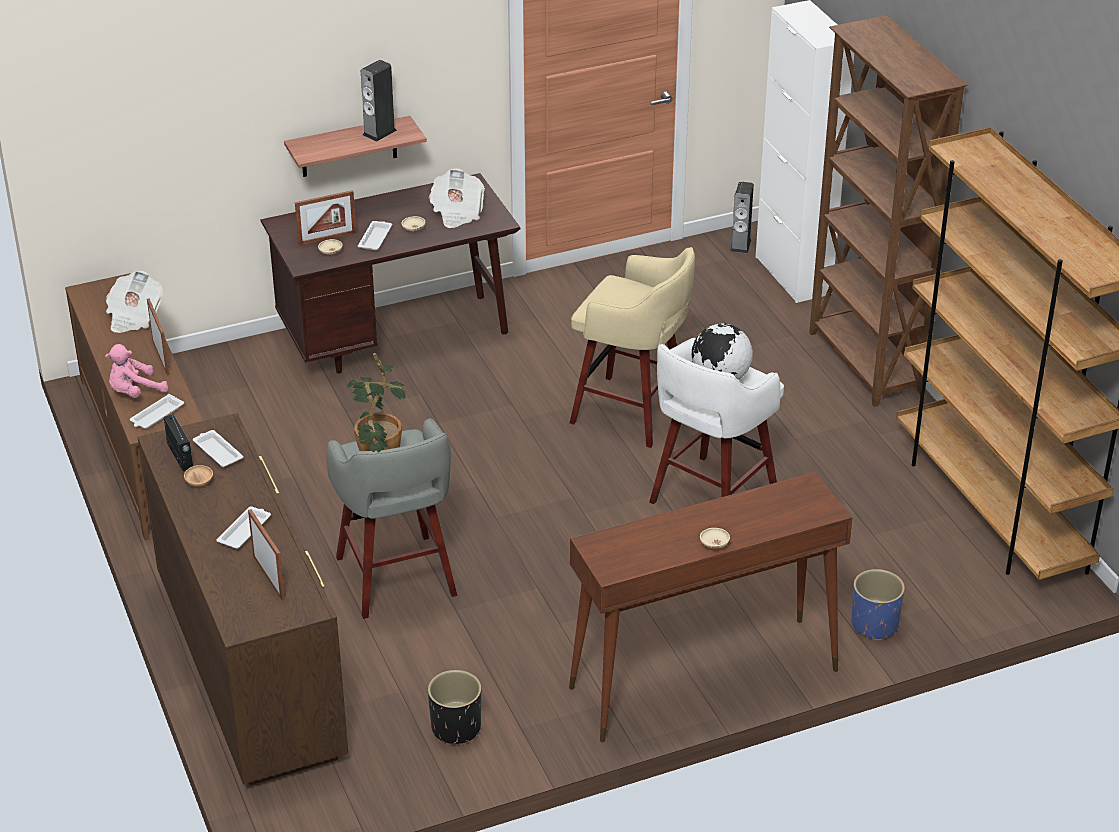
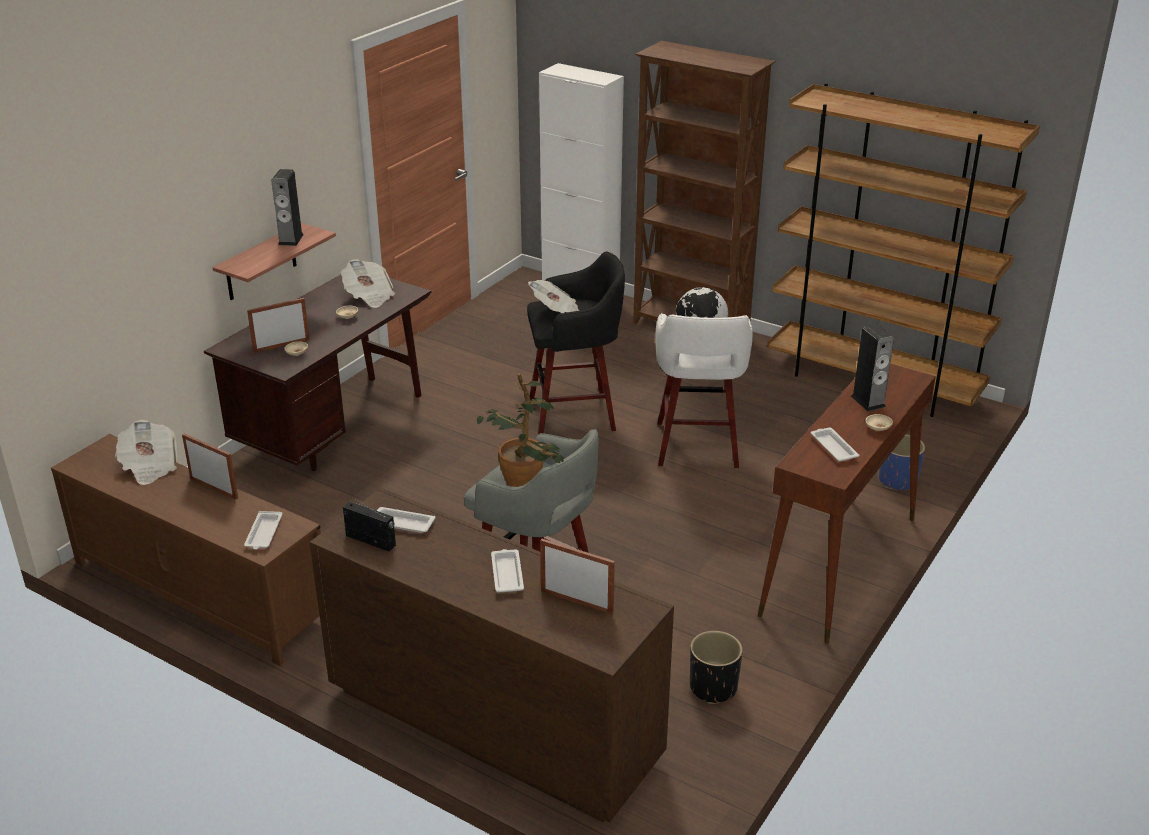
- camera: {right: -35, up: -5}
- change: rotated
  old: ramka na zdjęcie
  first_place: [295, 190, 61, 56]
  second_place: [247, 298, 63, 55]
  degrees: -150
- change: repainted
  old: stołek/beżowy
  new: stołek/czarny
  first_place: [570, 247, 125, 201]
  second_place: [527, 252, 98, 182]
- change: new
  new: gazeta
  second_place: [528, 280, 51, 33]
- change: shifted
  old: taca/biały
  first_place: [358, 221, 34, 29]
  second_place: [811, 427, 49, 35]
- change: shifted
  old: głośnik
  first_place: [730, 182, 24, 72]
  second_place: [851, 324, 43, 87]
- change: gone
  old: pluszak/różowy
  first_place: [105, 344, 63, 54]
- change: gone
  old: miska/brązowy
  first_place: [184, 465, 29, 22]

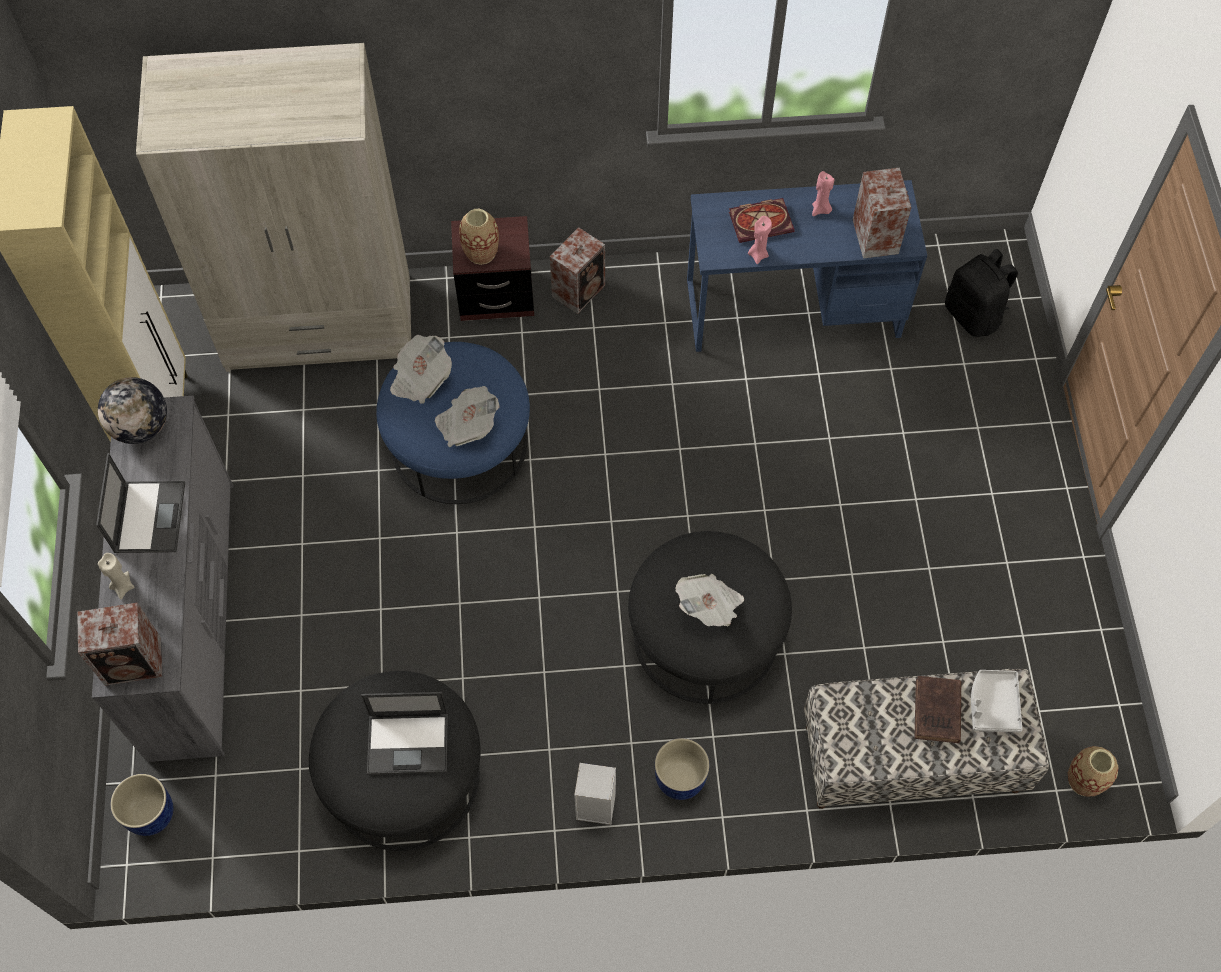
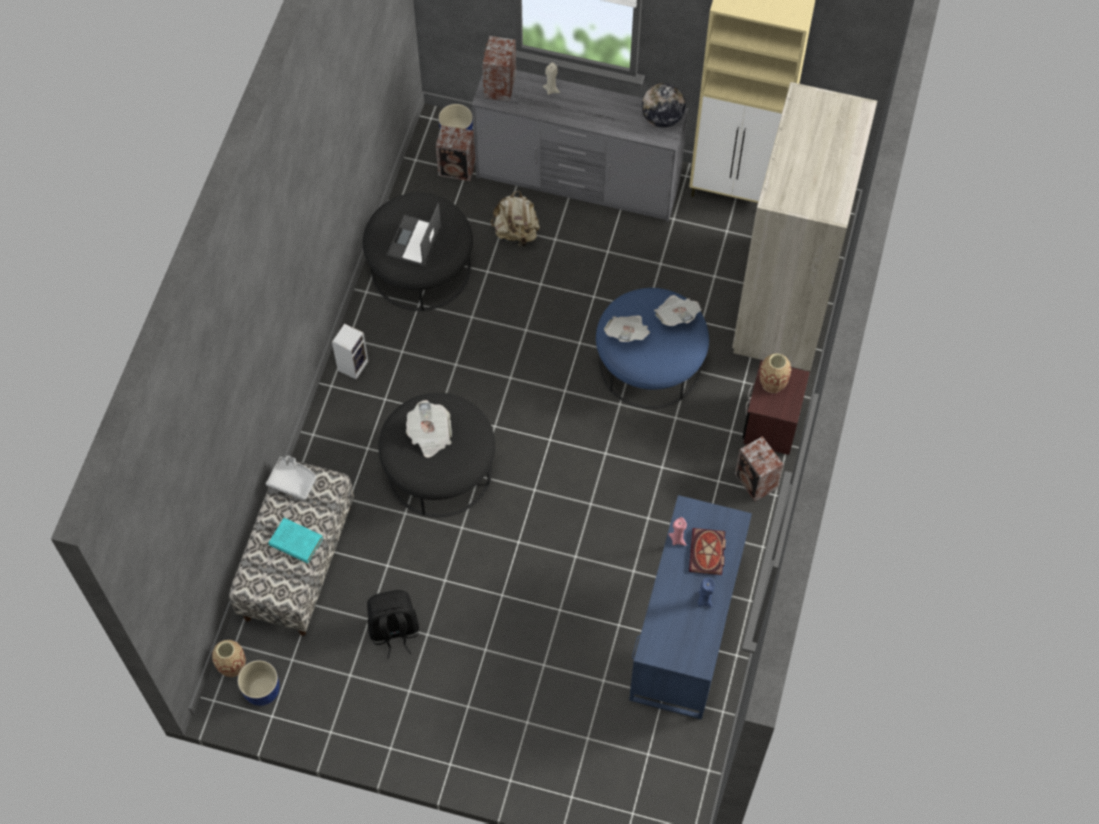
- camera: {right: 110, up: 0}
- change: shifted
  old: donica/niebieski
  first_place: [655, 738, 54, 62]
  second_place: [238, 660, 42, 46]
- change: shifted
  old: taca/szary
  first_place: [971, 670, 52, 62]
  second_place: [266, 456, 51, 44]
- change: repainted
  old: książka/brązowy
  new: książka/turkusowy
  first_place: [915, 676, 46, 67]
  second_place: [268, 518, 55, 45]
- change: shifted
  old: plecak/czarny
  first_place: [945, 249, 73, 88]
  second_place: [367, 590, 52, 69]
- change: shifted
  old: głośnik
  first_place: [853, 168, 58, 90]
  second_place: [436, 125, 40, 56]
- change: new
  new: plecak/beżowy
  second_place: [490, 191, 50, 56]
- change: repainted
  old: świeca/różowy
  new: świeca/niebieski
  first_place: [812, 171, 23, 45]
  second_place: [697, 578, 18, 30]
- change: gone
  old: laptop
  first_place: [96, 453, 89, 100]

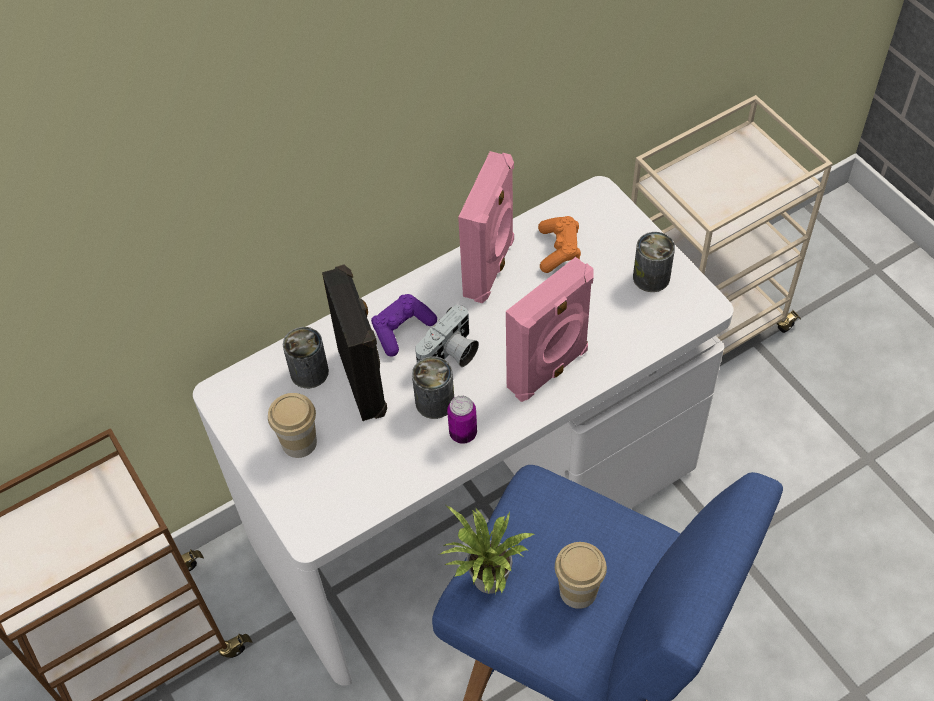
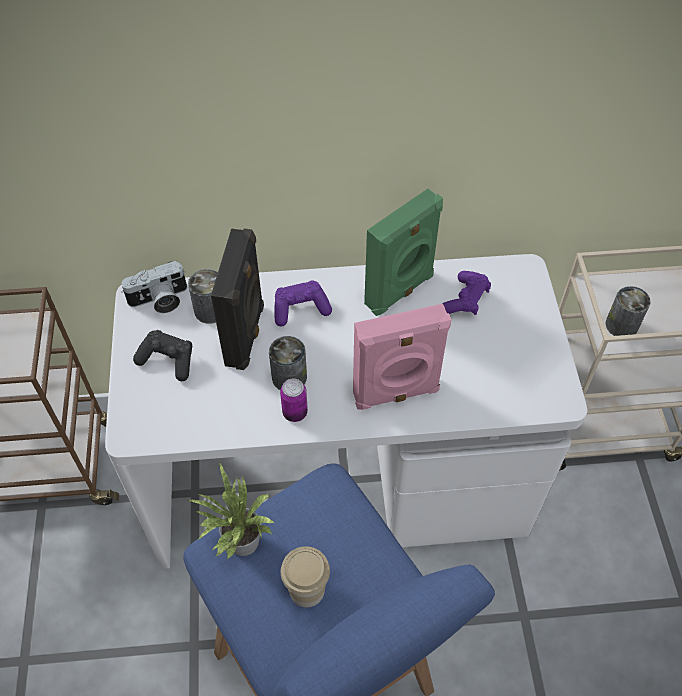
- camera: {right: 25, up: 0}
- change: shifted
  old: aparat fotograficzny
  first_place: [415, 305, 64, 62]
  second_place: [121, 261, 66, 52]
- change: swapped
  old: filiżanka
  new: pad do gier/czarny
  first_place: [268, 393, 49, 65]
  second_place: [133, 330, 59, 51]
- change: repainted
  old: głośnik/różowy
  new: głośnik/zielony
  first_place: [458, 151, 56, 152]
  second_place: [364, 189, 79, 127]
- change: repainted
  old: pad do gier/pomarańczowy
  new: pad do gier/fioletowy
  first_place: [538, 216, 43, 57]
  second_place: [442, 271, 49, 44]
- change: shifted
  old: puszka
  first_place: [633, 232, 42, 60]
  second_place: [606, 286, 45, 50]

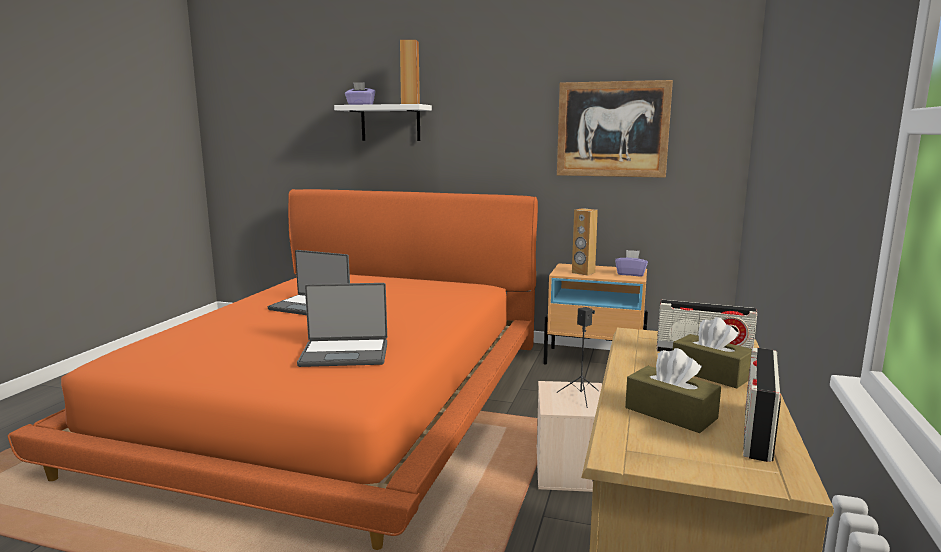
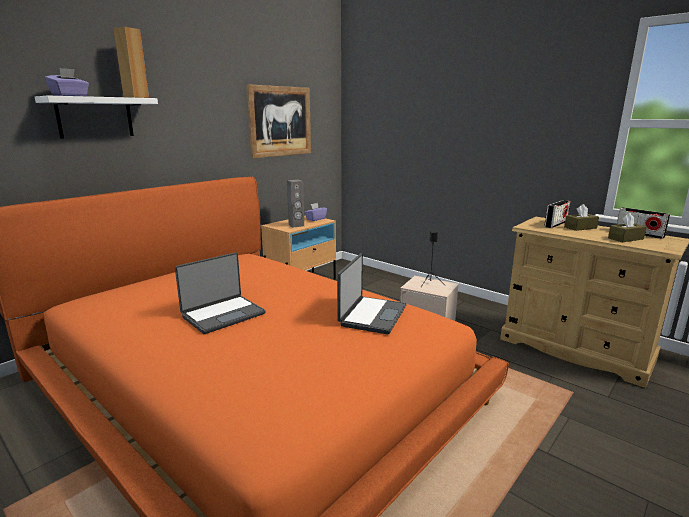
- camera: {right: -65, up: 5}
- change: repainted
  old: głośnik/brązowy
  new: głośnik/szary
  first_place: [572, 208, 26, 68]
  second_place: [287, 180, 17, 48]

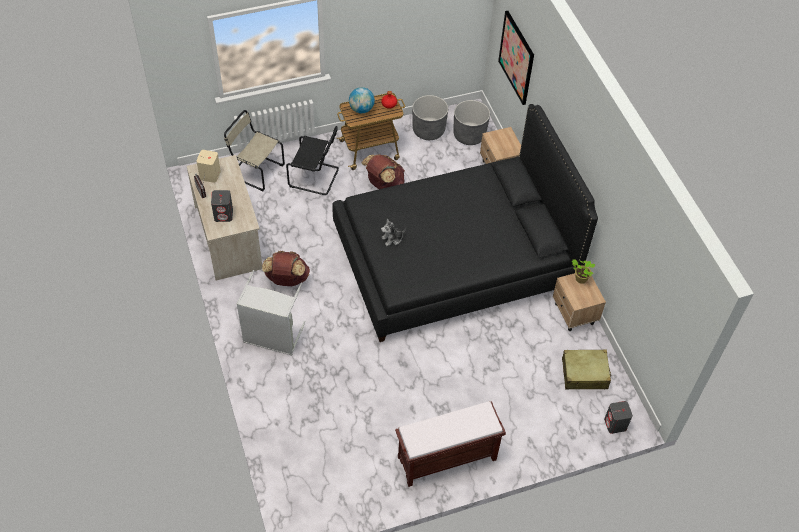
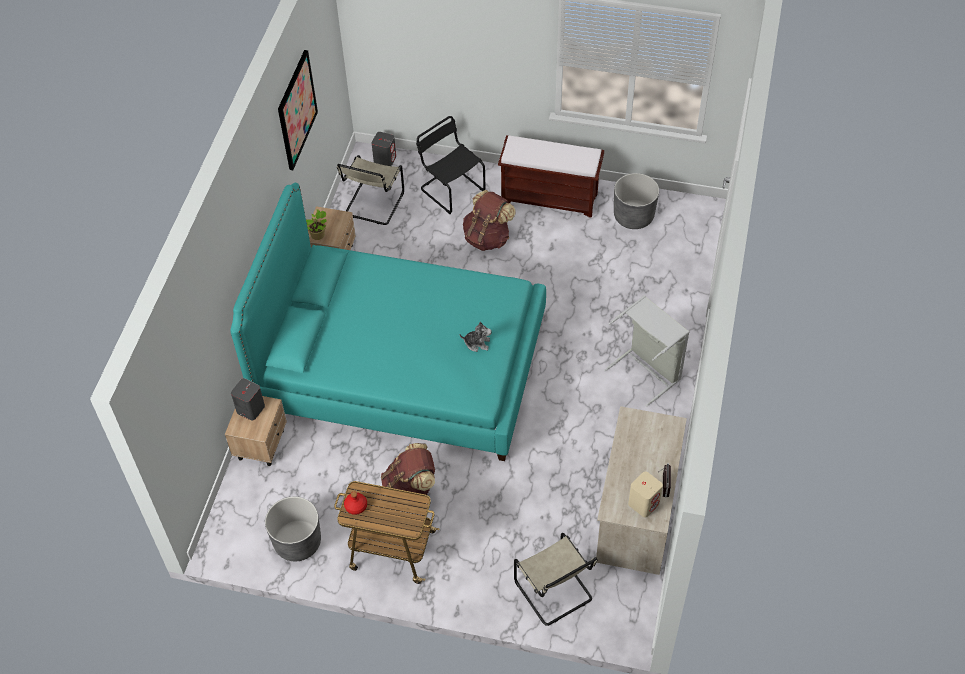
- camera: {right: -145, up: 0}
- change: repainted
  old: łóżko/czarny
  new: łóżko/turkusowy
  first_place: [333, 104, 265, 238]
  second_place: [230, 183, 316, 278]
- change: shifted
  old: głośnik/szary
  first_place: [211, 190, 22, 32]
  second_place: [231, 378, 34, 43]
- change: shifted
  old: obraz
  first_place: [498, 11, 36, 94]
  second_place: [278, 50, 40, 120]
- change: swapped
  old: walizka/beżowy
  new: krzesło/beżowy
  first_place: [562, 350, 49, 40]
  second_place: [337, 155, 67, 70]
- change: shifted
  old: krzesło/czarny
  first_place: [286, 126, 53, 69]
  second_place: [416, 116, 70, 98]
- change: shifted
  old: plecak/brązowy
  first_place: [262, 251, 48, 35]
  second_place: [463, 190, 52, 61]
- change: shifted
  old: donica/szary
  first_place: [454, 100, 36, 45]
  second_place: [614, 173, 45, 56]
- change: gone
  old: globus
  first_place: [349, 87, 26, 26]

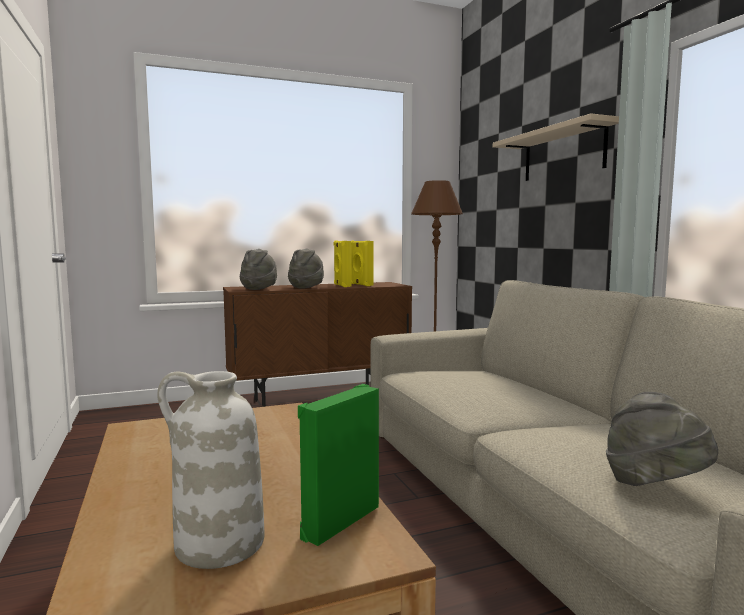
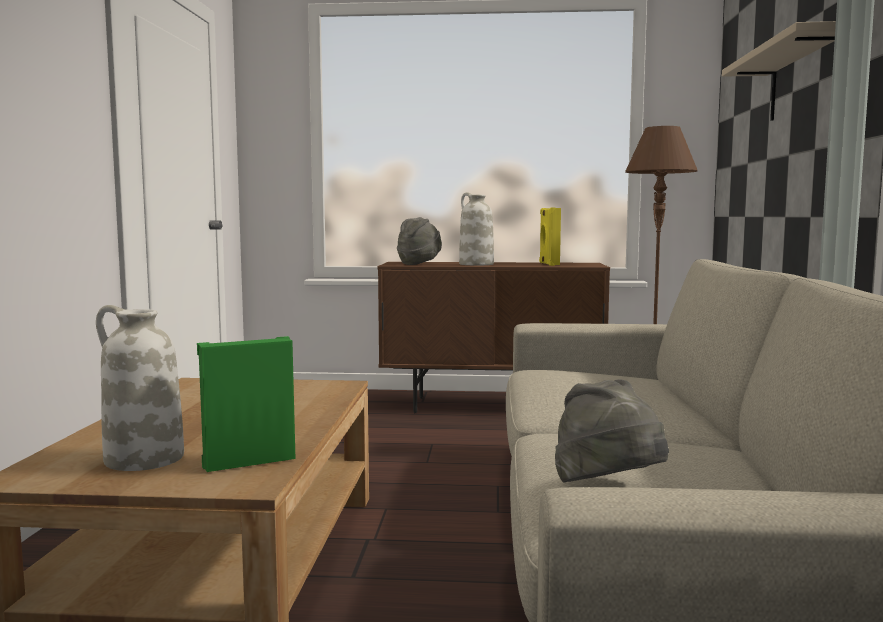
- camera: {right: 25, up: 0}
- change: swapped
  old: kapelusz/szary
  new: wazon/biały
  first_place: [288, 249, 36, 40]
  second_place: [459, 192, 35, 73]
- change: gone
  old: głośnik/żółty
  first_place: [334, 241, 18, 46]

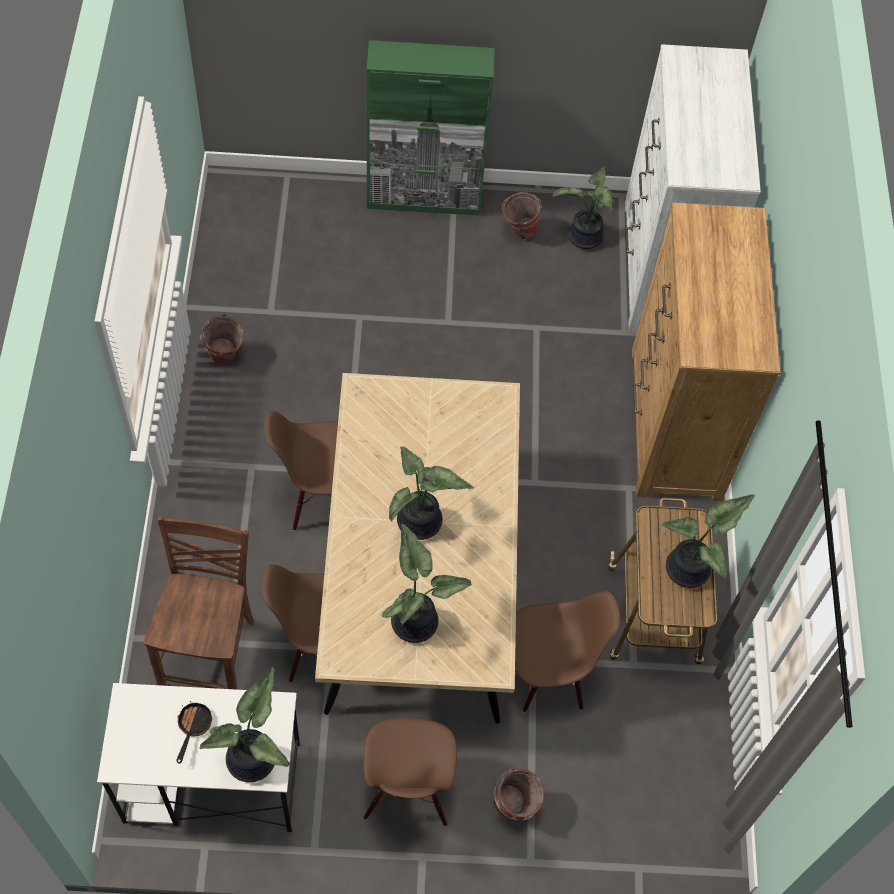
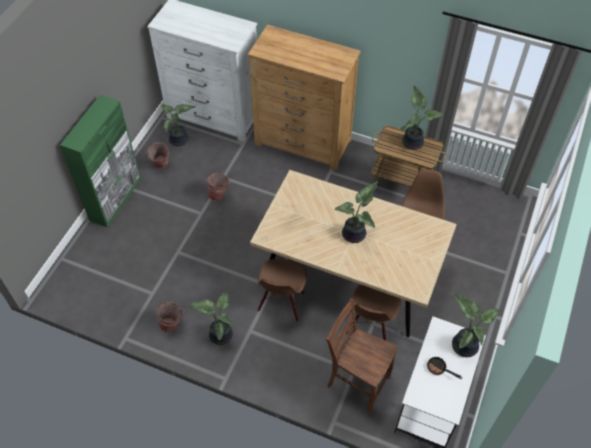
- camera: {right: -65, up: -5}
- change: shifted
  old: roślina doniczkowa
  first_place: [382, 524, 90, 119]
  second_place: [187, 292, 47, 53]
- change: shifted
  old: wiadro
  first_place: [493, 768, 52, 52]
  second_place: [206, 173, 24, 28]
- change: gone
  old: krzesło/brązowy
  first_place: [364, 718, 93, 108]

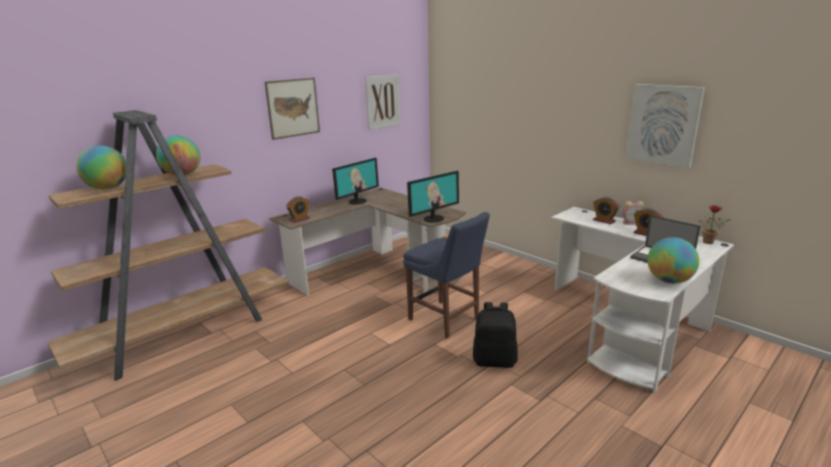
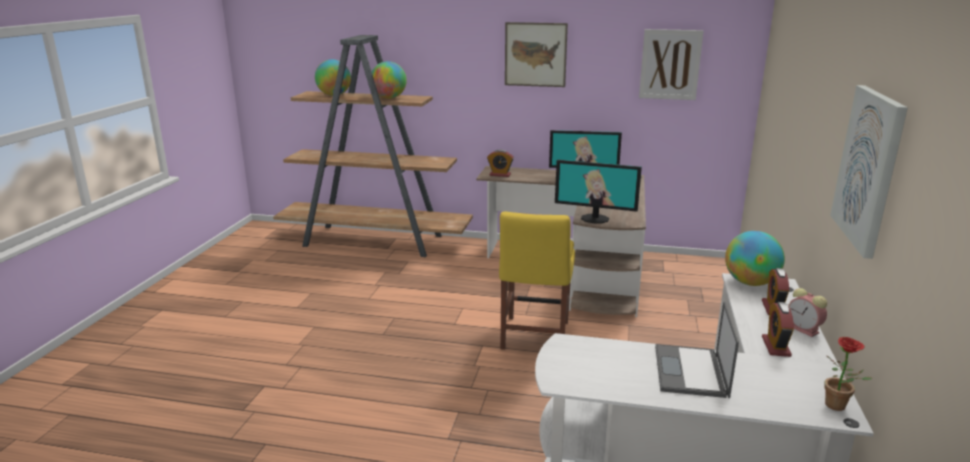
- camera: {right: 55, up: 0}
- change: repainted
  old: krzesło/niebieski
  new: krzesło/żółty
  first_place: [403, 212, 87, 126]
  second_place: [499, 212, 76, 138]
- change: shifted
  old: globus
  first_place: [647, 237, 52, 47]
  second_place: [725, 231, 60, 55]
- change: gone
  old: plecak/czarny
  first_place: [473, 302, 45, 66]

